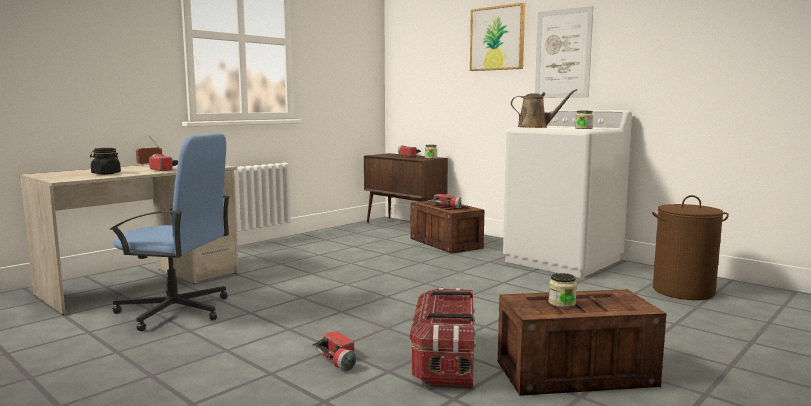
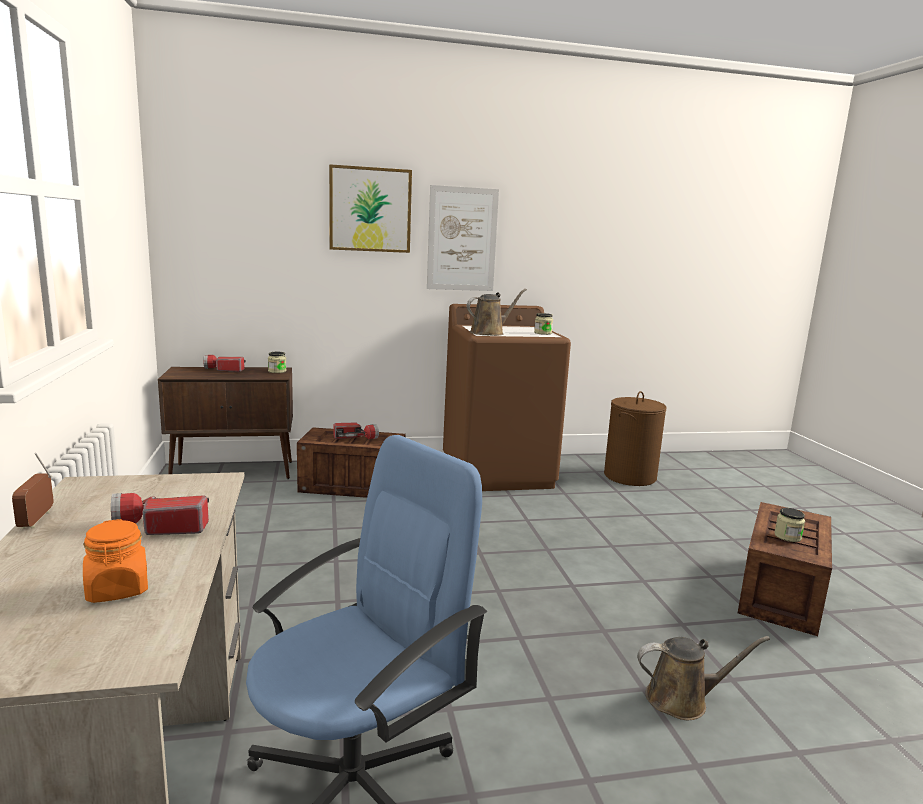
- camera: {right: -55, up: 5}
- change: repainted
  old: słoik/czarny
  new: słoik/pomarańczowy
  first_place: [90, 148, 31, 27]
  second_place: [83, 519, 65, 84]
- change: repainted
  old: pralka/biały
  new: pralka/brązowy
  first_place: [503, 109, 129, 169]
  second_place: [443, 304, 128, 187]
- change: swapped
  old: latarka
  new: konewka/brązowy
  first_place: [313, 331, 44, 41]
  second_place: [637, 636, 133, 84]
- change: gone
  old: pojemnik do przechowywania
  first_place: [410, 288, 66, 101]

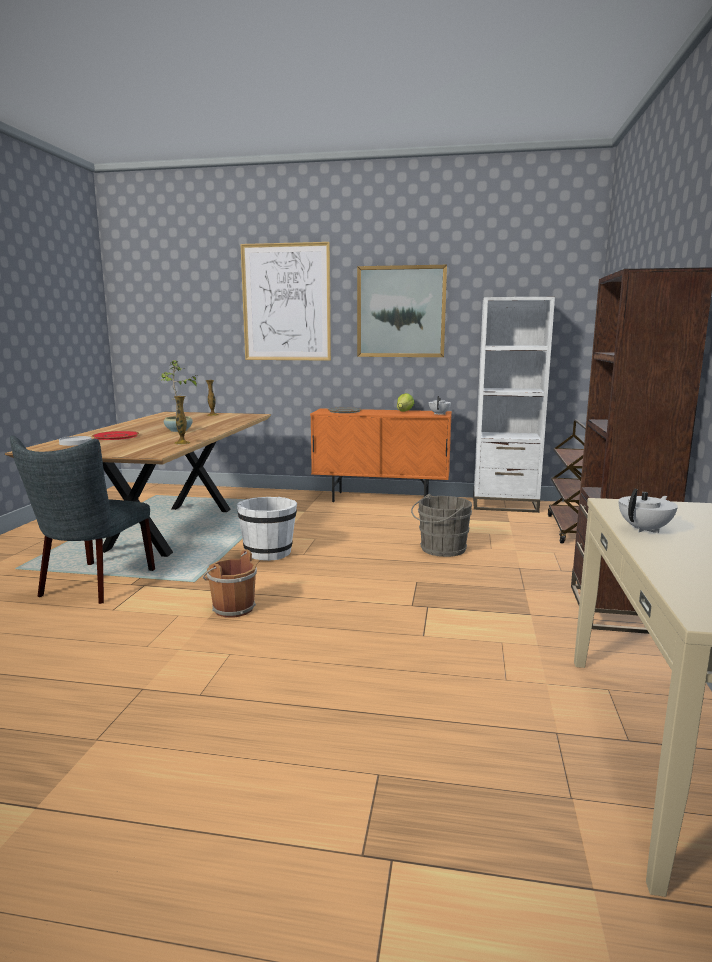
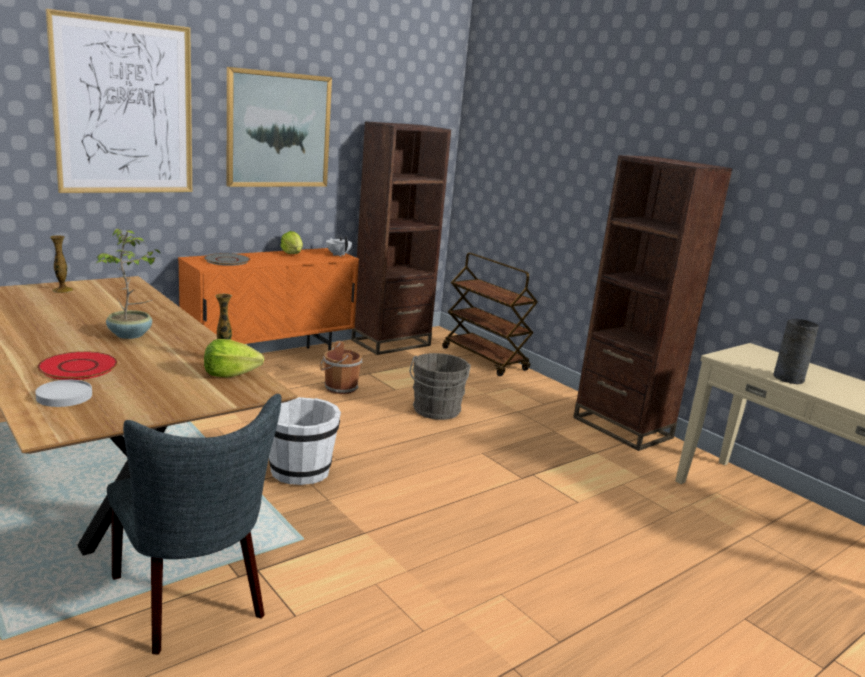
- camera: {right: -50, up: 5}
- change: new
  new: sałata
  second_place: [204, 339, 60, 39]
- change: shifted
  old: wiadro/brązowy
  first_place: [203, 549, 54, 68]
  second_place: [319, 341, 44, 53]
- change: repainted
  old: regał/biały
  new: regał/brązowy
  first_place: [473, 297, 82, 216]
  second_place: [351, 121, 100, 234]
- change: swapped
  old: imbryk/biały
  new: wazon/szary
  first_place: [619, 489, 59, 44]
  second_place: [774, 319, 45, 65]

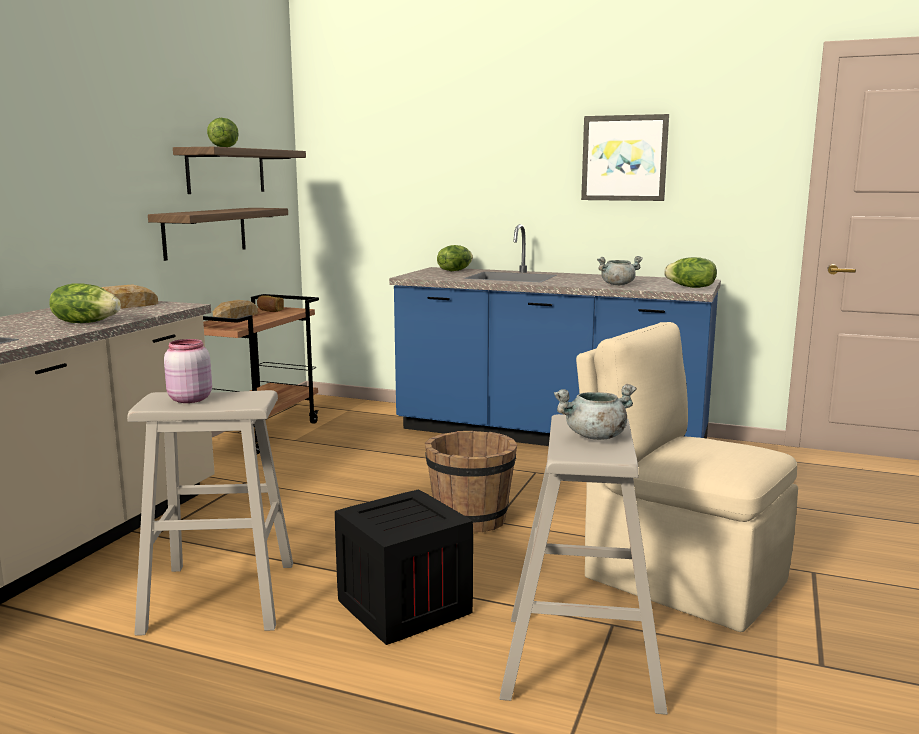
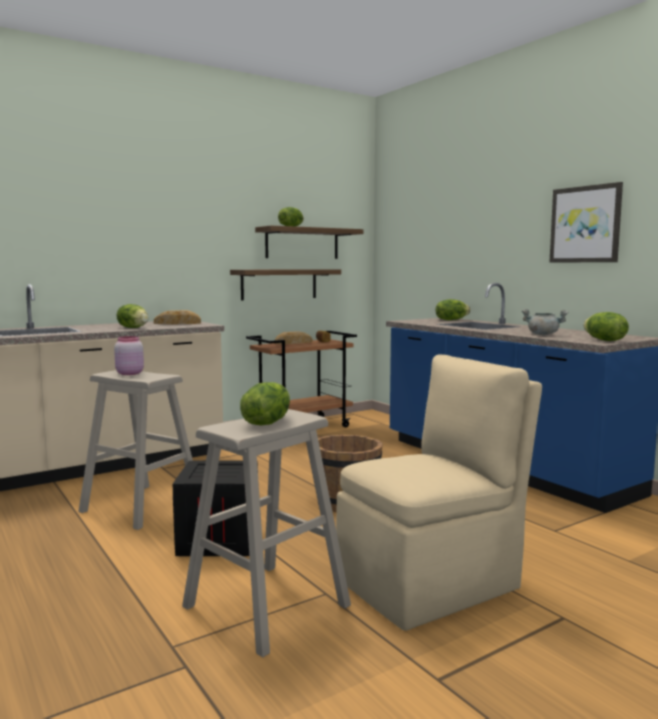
- camera: {right: 35, up: -5}
- change: swapped
  old: garnek/szary
  new: sałata
  first_place: [554, 384, 83, 56]
  second_place: [240, 382, 50, 43]
- change: rotated
  old: krzesło/beżowy
  first_place: [576, 322, 222, 310]
  second_place: [336, 354, 206, 277]
  degrees: 75

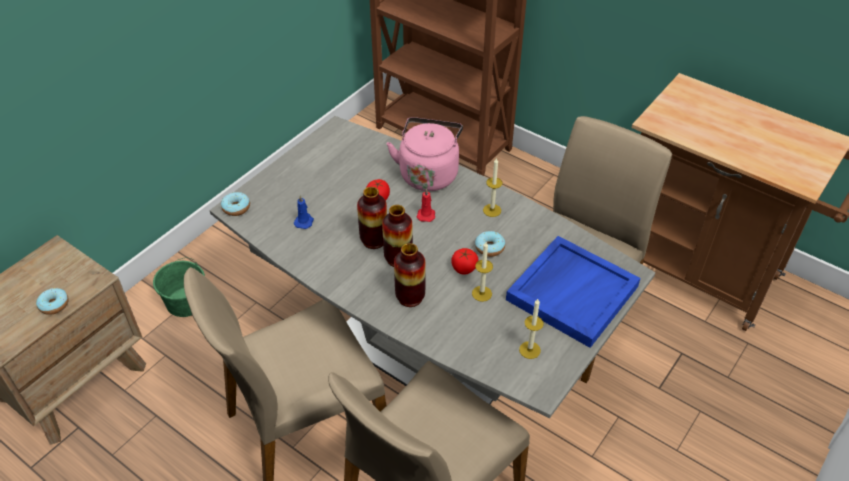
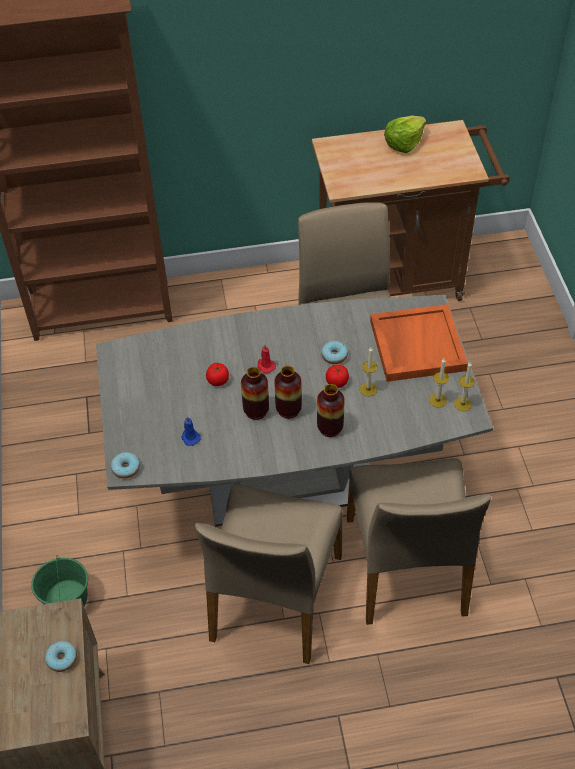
- camera: {right: -45, up: 5}
- change: repainted
  old: taca/niebieski
  new: taca/pomarańczowy
  first_place: [506, 236, 135, 112]
  second_place: [370, 304, 98, 78]
- change: new
  new: sałata
  second_place: [384, 116, 42, 37]
- change: shifted
  old: świeca
  first_place: [483, 158, 19, 59]
  second_place: [454, 362, 21, 49]
- change: gone
  old: czajnik/różowy
  first_place: [387, 117, 76, 74]

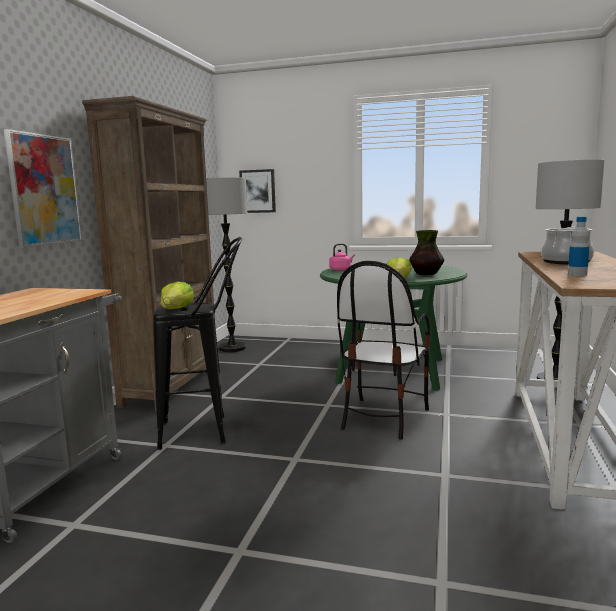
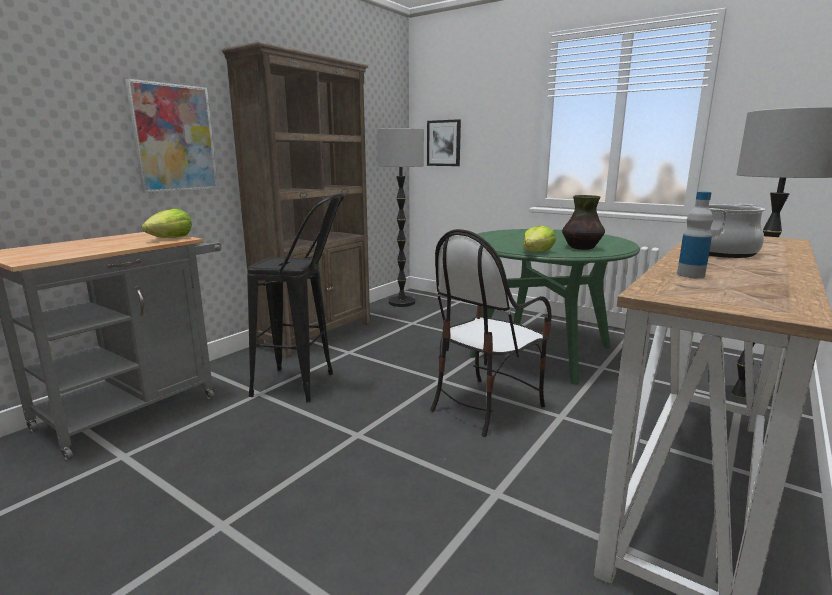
- camera: {right: 20, up: 5}
- change: shifted
  old: sałata
  first_place: [161, 282, 33, 27]
  second_place: [142, 209, 50, 29]
- change: gone
  old: czajnik/różowy
  first_place: [329, 244, 26, 27]

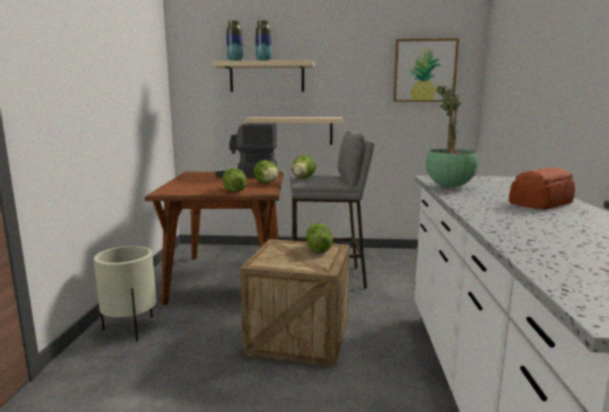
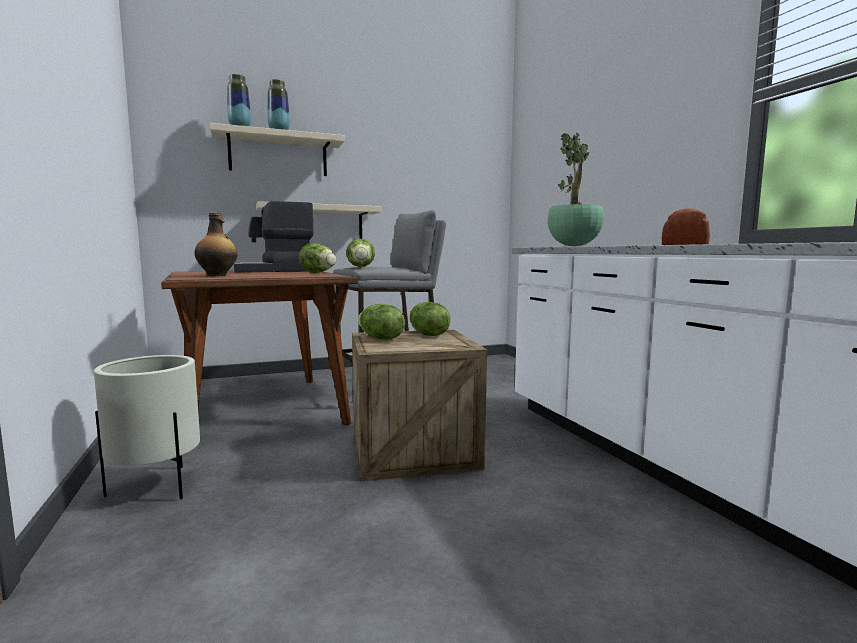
- camera: {right: -25, up: -5}
- change: new
  new: butelka
  second_place: [195, 212, 43, 64]
- change: shifted
  old: sałata
  first_place: [223, 168, 24, 24]
  second_place: [358, 304, 47, 36]
- change: gone
  old: obraz
  first_place: [393, 38, 66, 64]

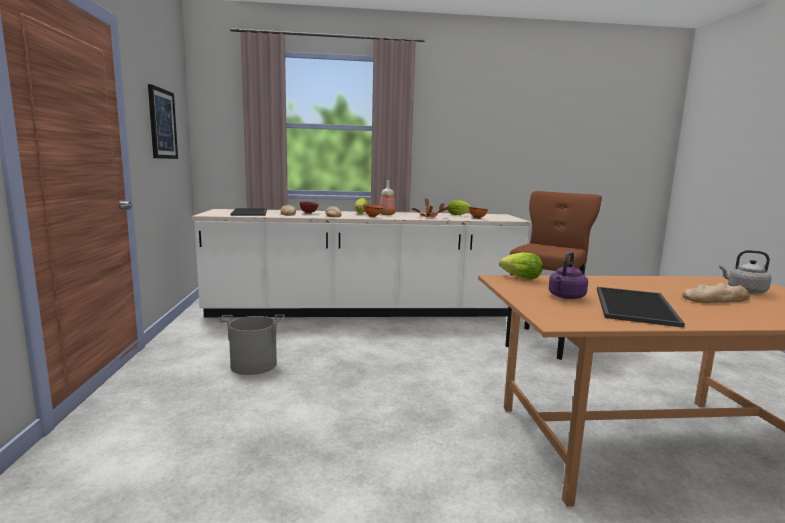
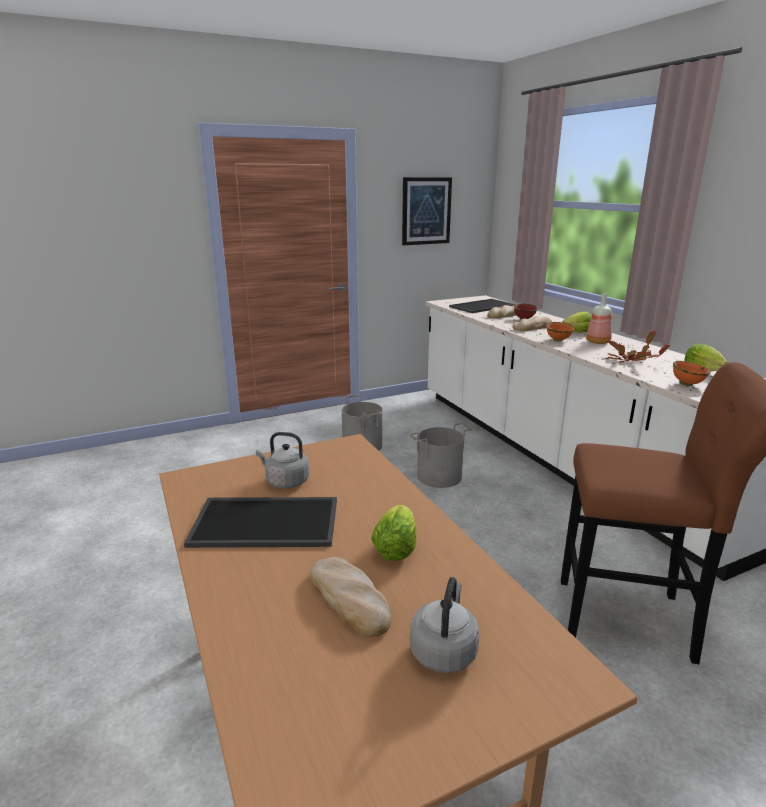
- camera: {right: 70, up: 10}
- change: repainted
  old: czajnik/fioletowy
  new: czajnik/szary
  first_place: [548, 252, 40, 47]
  second_place: [256, 432, 53, 57]
- change: shifted
  old: sałata
  first_place: [499, 252, 44, 28]
  second_place: [371, 505, 46, 56]
- change: new
  new: wiadro/szary
  second_place: [410, 423, 62, 65]

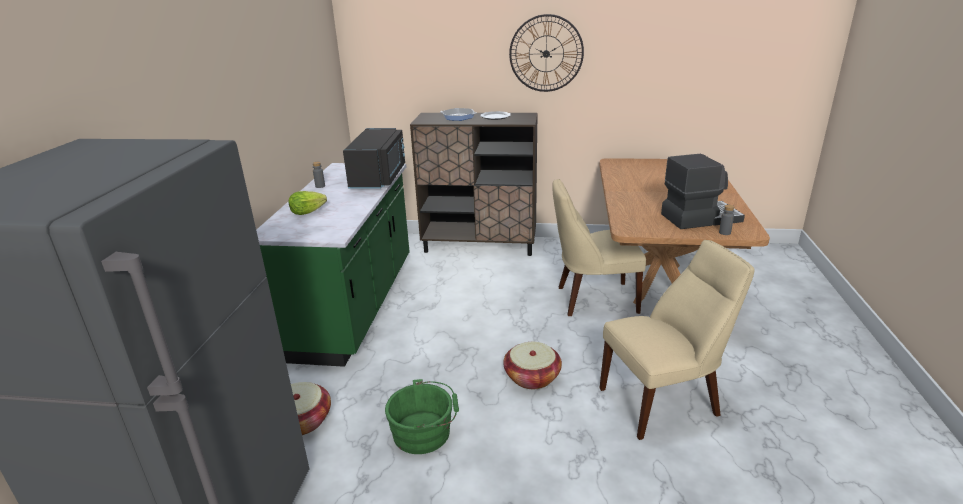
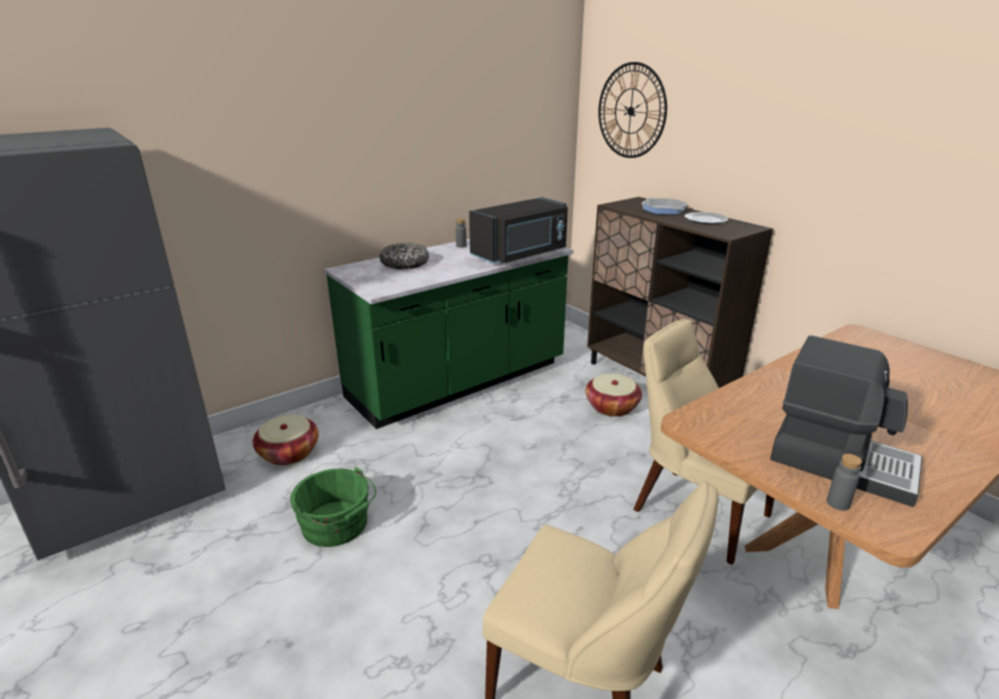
- camera: {right: 45, up: 0}
- change: swapped
  old: sałata
  new: miska
  first_place: [288, 191, 39, 24]
  second_place: [380, 243, 49, 26]
- change: shifted
  old: koszyk
  first_place: [503, 342, 59, 47]
  second_place: [585, 374, 57, 43]
- change: shifted
  old: zegar ścienny
  first_place: [509, 14, 75, 78]
  second_place: [598, 62, 69, 96]

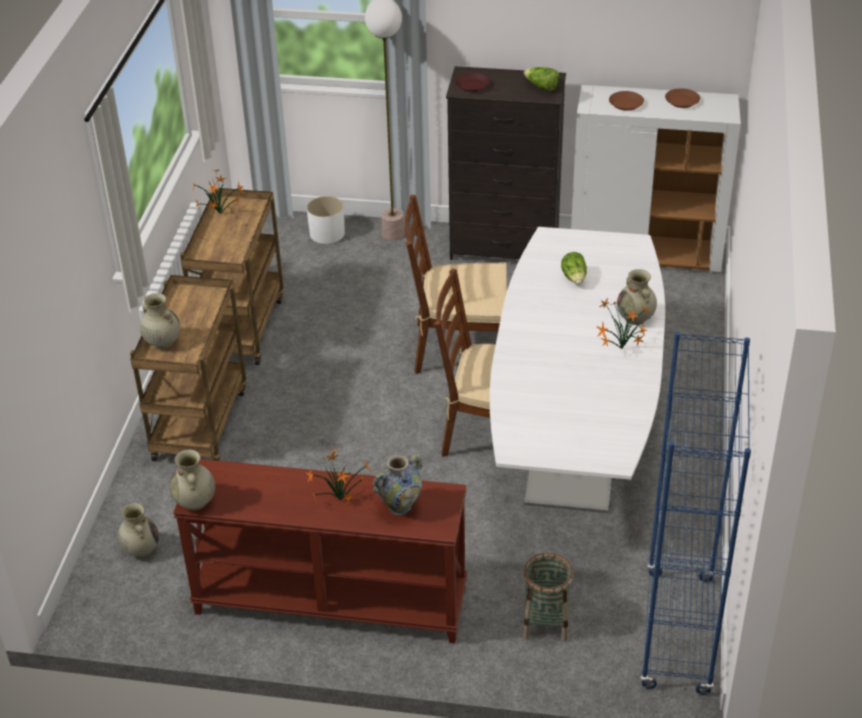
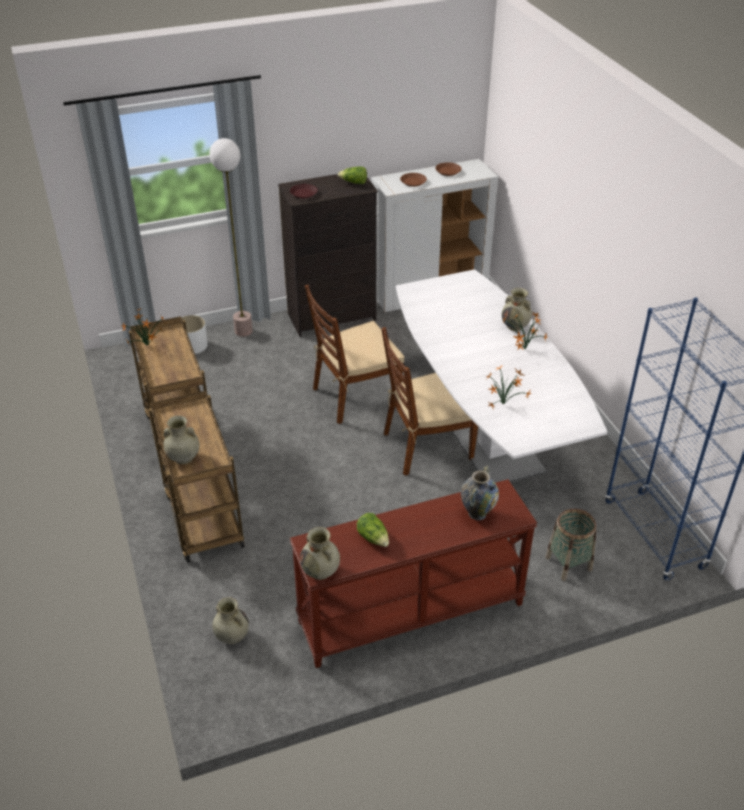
- camera: {right: -30, up: 0}
- change: shifted
  old: sałata
  first_place: [561, 252, 26, 33]
  second_place: [357, 513, 32, 34]
- change: shifted
  old: roślina doniczkowa
  first_place: [307, 449, 66, 55]
  second_place: [486, 366, 46, 43]

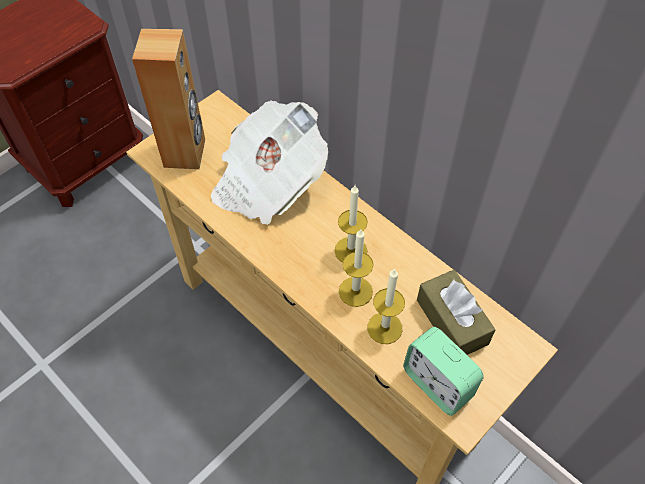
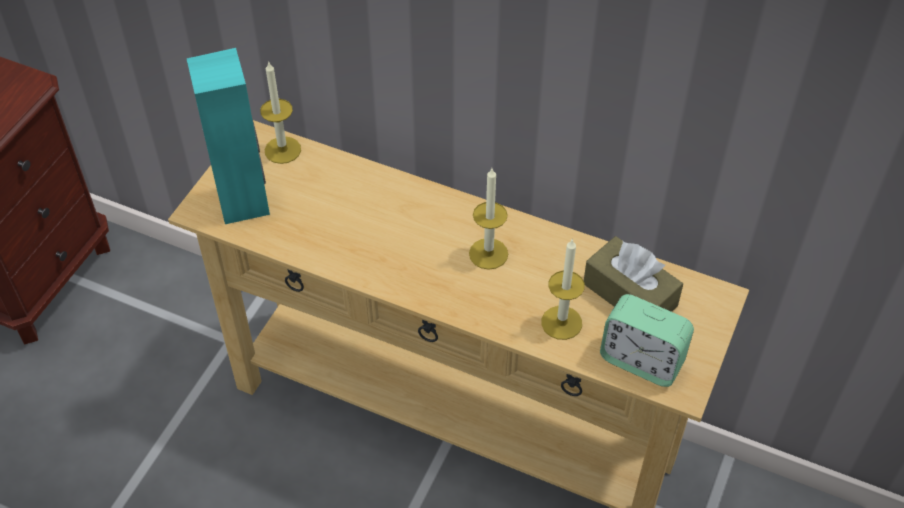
- camera: {right: -20, up: -5}
- change: repainted
  old: głośnik/brązowy
  new: głośnik/turkusowy
  first_place: [132, 29, 73, 140]
  second_place: [187, 48, 83, 176]
- change: shifted
  old: świeca
  first_place: [339, 229, 34, 78]
  second_place: [260, 61, 41, 103]
- change: gone
  old: gazeta
  first_place: [211, 100, 117, 125]

